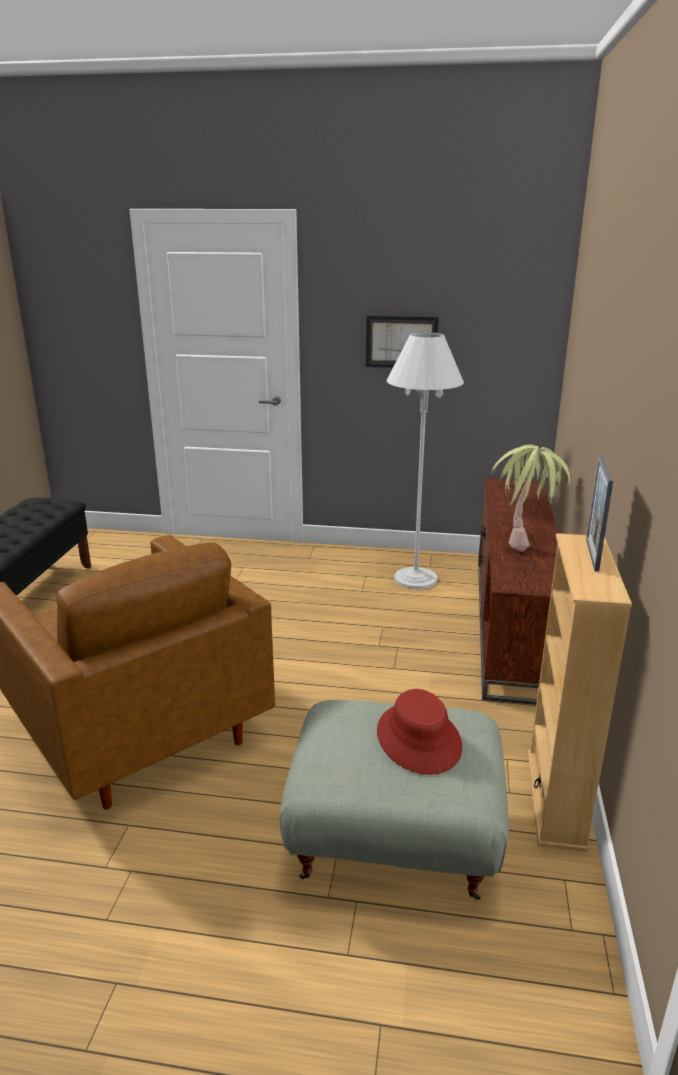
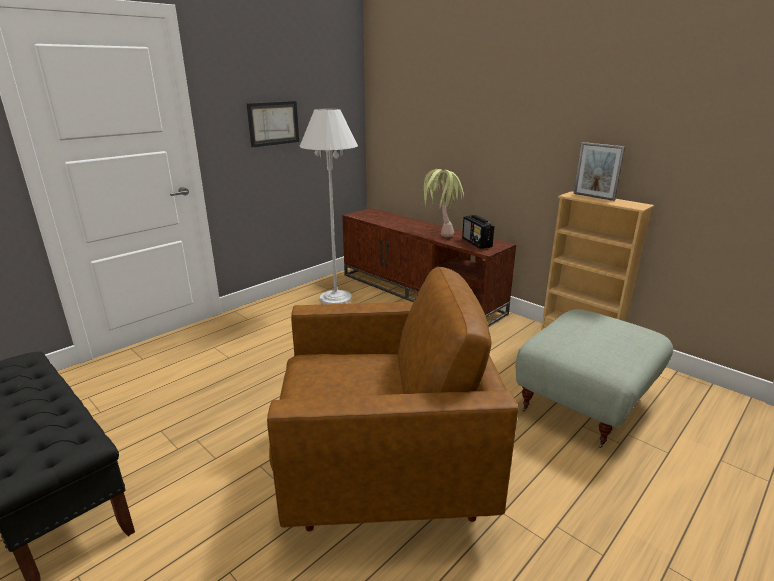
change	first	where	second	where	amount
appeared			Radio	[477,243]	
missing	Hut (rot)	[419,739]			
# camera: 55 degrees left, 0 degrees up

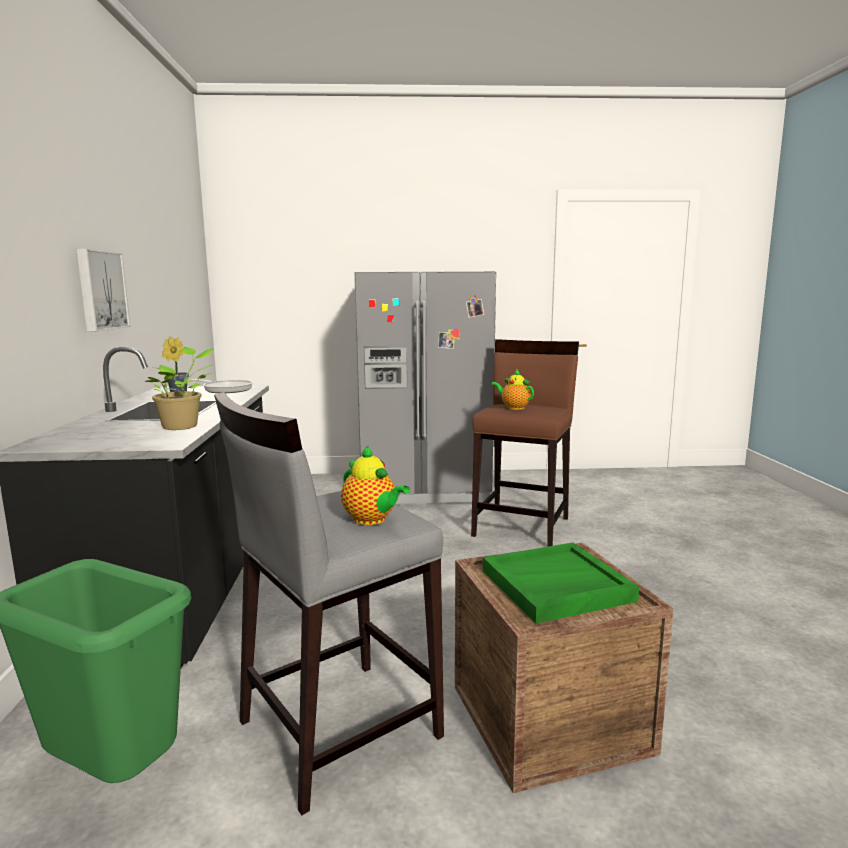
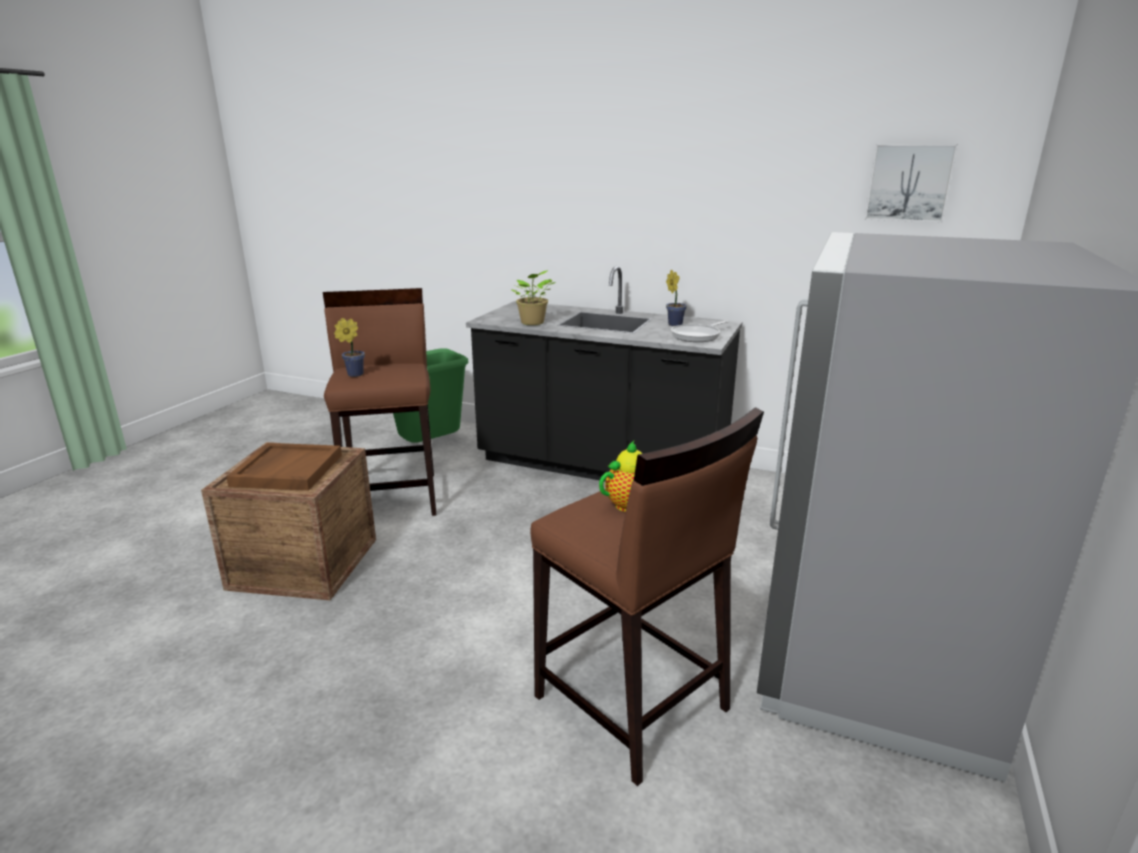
change	first	where	second	where	amount
colour	Tablett (grün)	[555,586]	Tablett (braun)	[287,470]	
colour	Hocker (grau)	[336,728]	Hocker (braun)	[393,496]	
exchanged	Teekanne	[372,520]	Topfpflanze	[353,375]	
relocated	Bild	[100,290]		[909,182]	
# camera: 115 degrees right, 10 degrees up

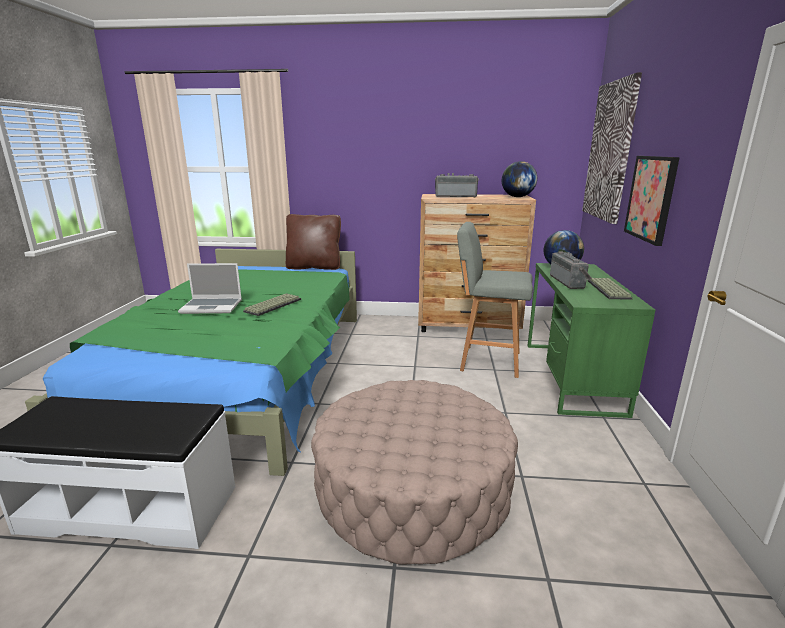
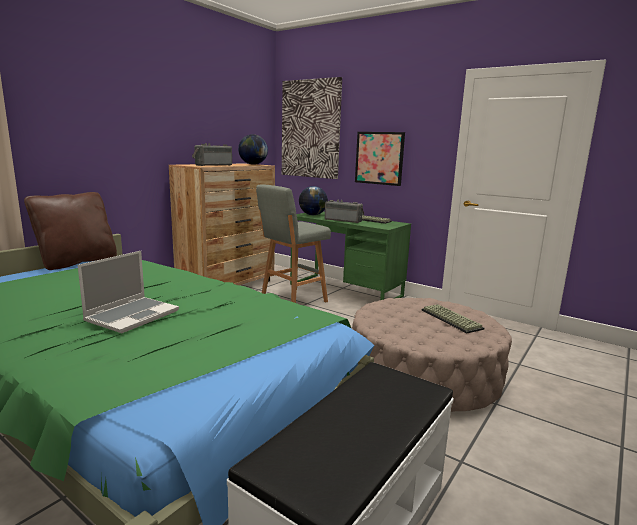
change	first	where	second	where	amount
relocated	Tastatur	[273,305]		[449,319]	
# camera: 60 degrees left, 5 degrees down

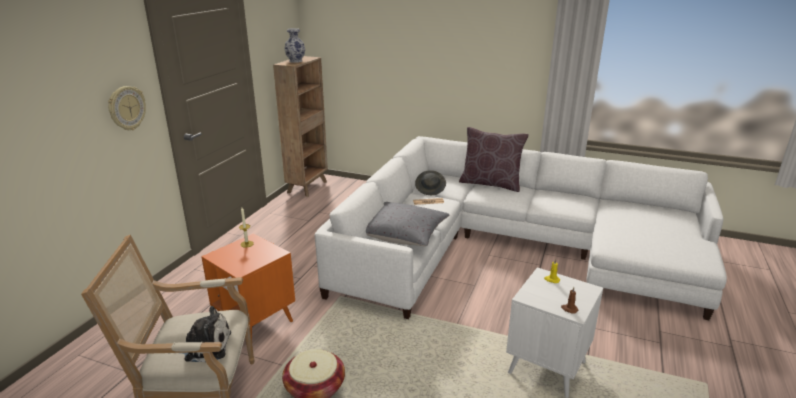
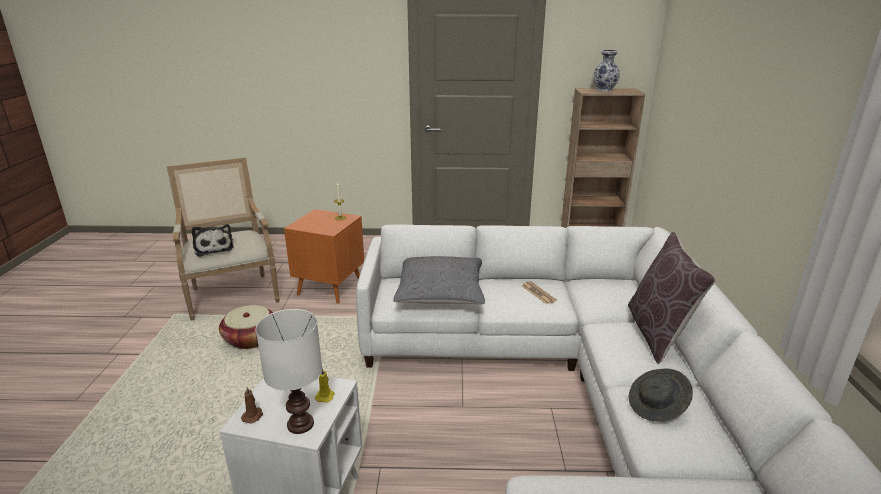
change	first	where	second	where	amount
appeared			Tischlampe (weiß)	[300,423]	
relocated	Hut (grau)	[430,189]		[657,406]	
missing	Wanduhr	[126,108]			
# camera: 70 degrees right, 0 degrees up

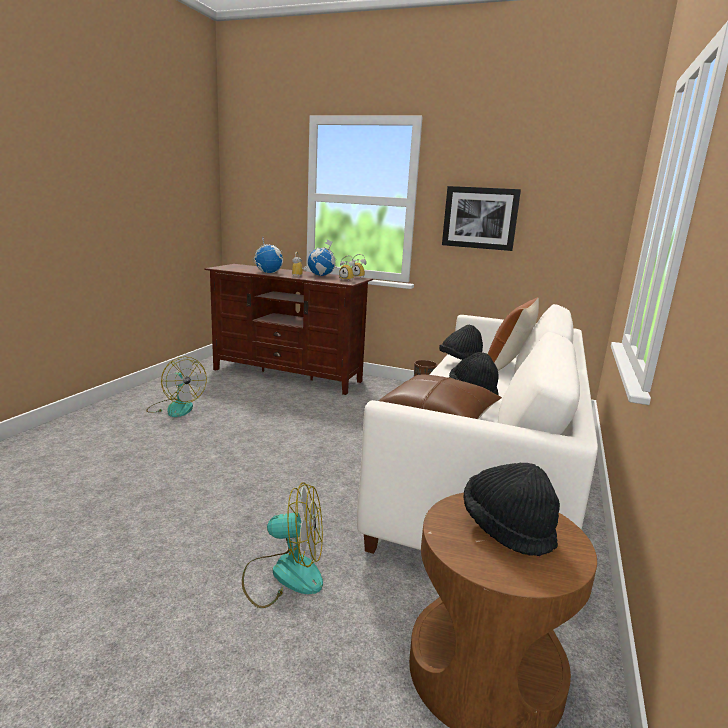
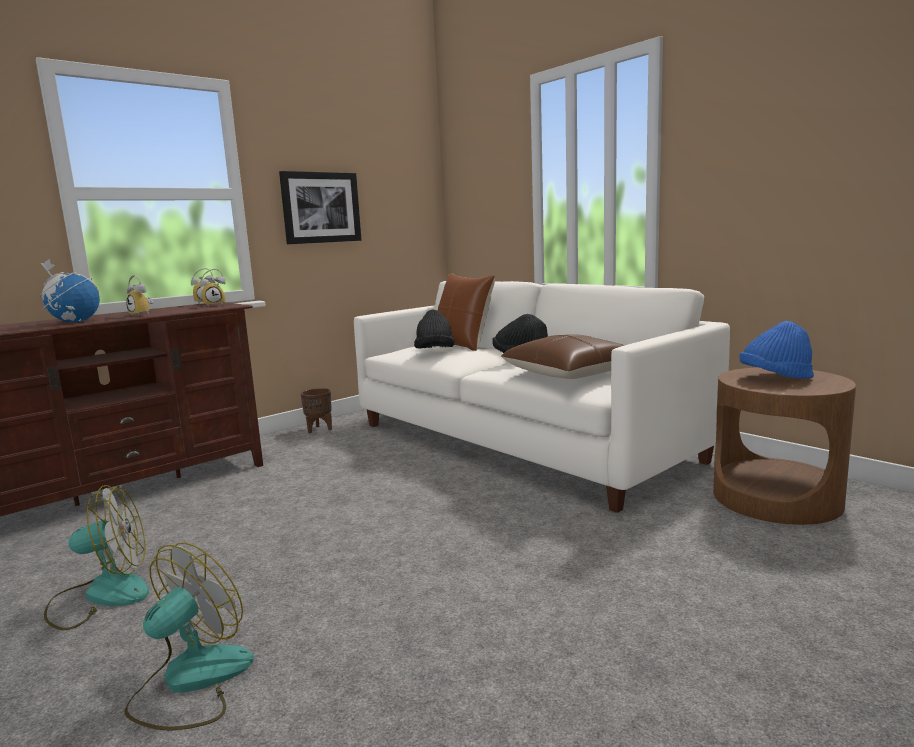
change	first	where	second	where	amount
relocated	Ventilator	[284,574]		[191,682]	
colour	Hut (schwarz)	[507,528]	Hut (blau)	[775,378]	
missing	Globus	[321,275]			
# camera: 60 degrees left, 5 degrees down

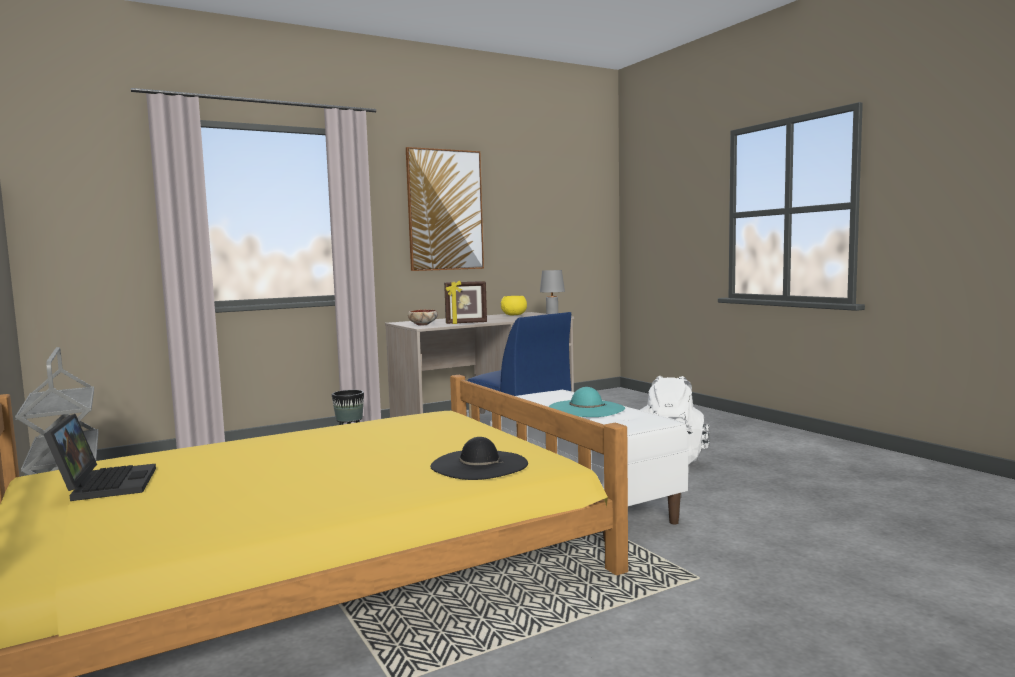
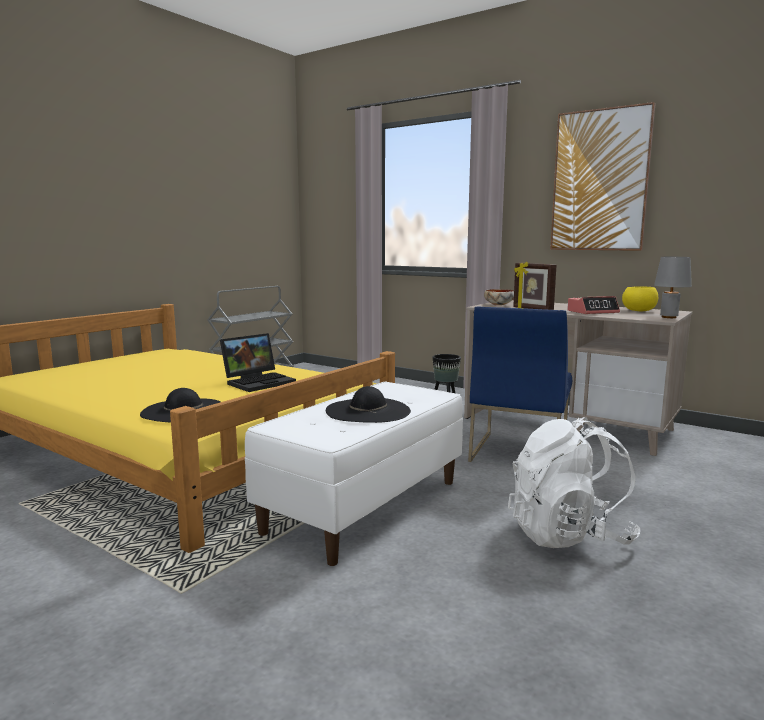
change	first	where	second	where	amount
relocated	Laptop	[105,484]		[259,382]	
colour	Hut (türkis)	[586,409]	Hut (schwarz)	[368,410]	
appeared			Wecker	[593,312]	
# camera: 65 degrees right, 5 degrees up

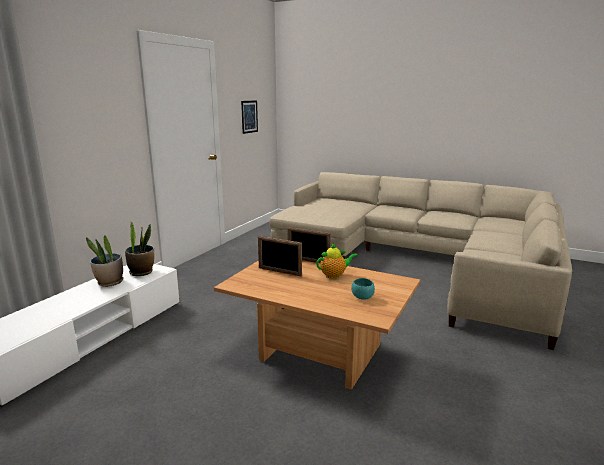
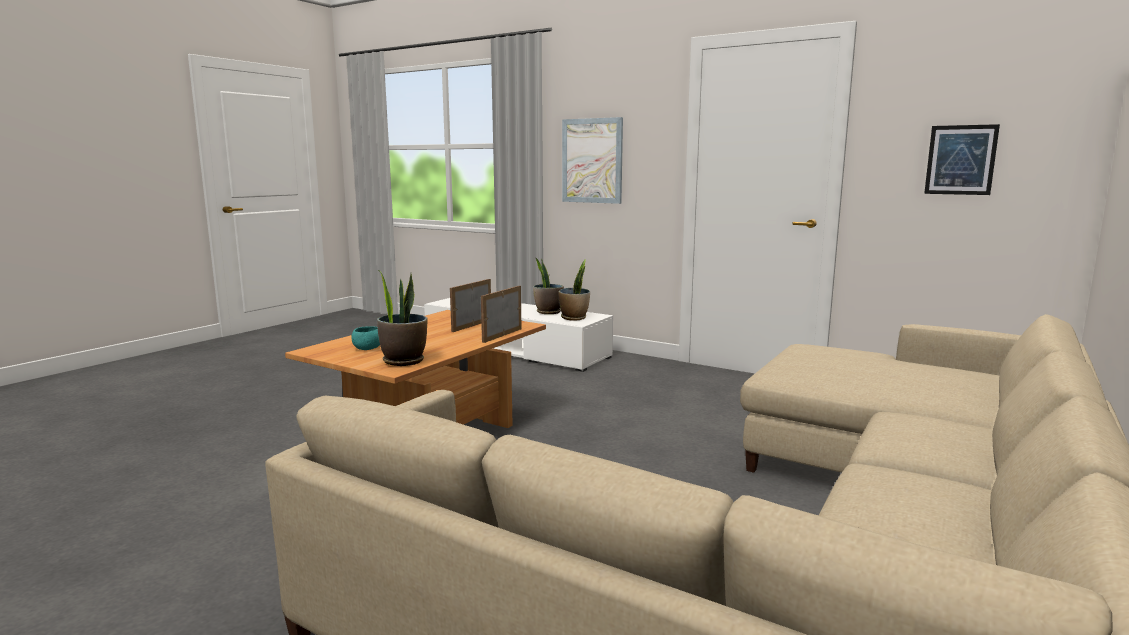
change	first	where	second	where	amount
appeared			Topfpflanze	[404,361]	
appeared			Bild	[592,161]	
missing	Teekanne	[334,275]			
# camera: 95 degrees right, 5 degrees down

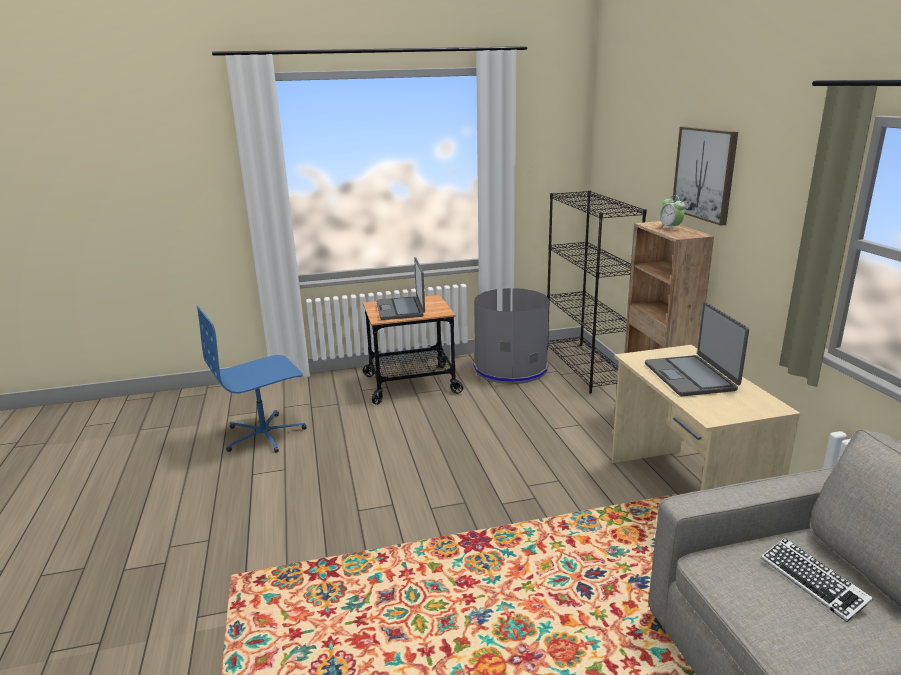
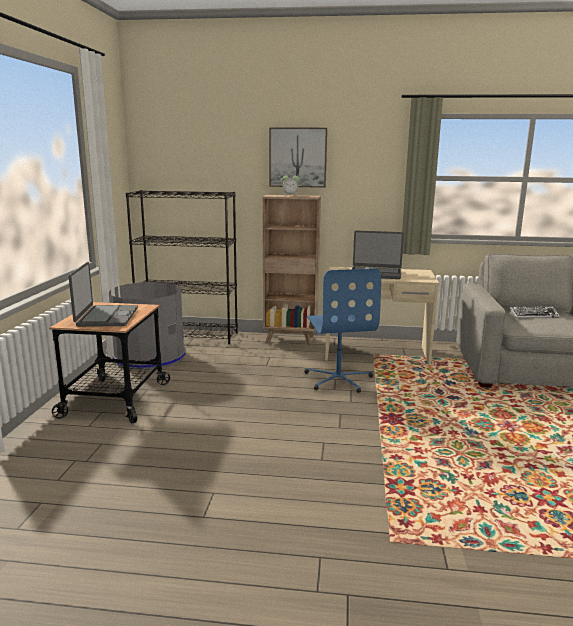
change	first	where	second	where	amount
spun	Laptop	[401,309]		[106,317]	105 degrees counterclockwise
relocated	Bürostuhl (blau)	[264,435]		[338,379]	
# camera: 70 degrees left, 5 degrees down

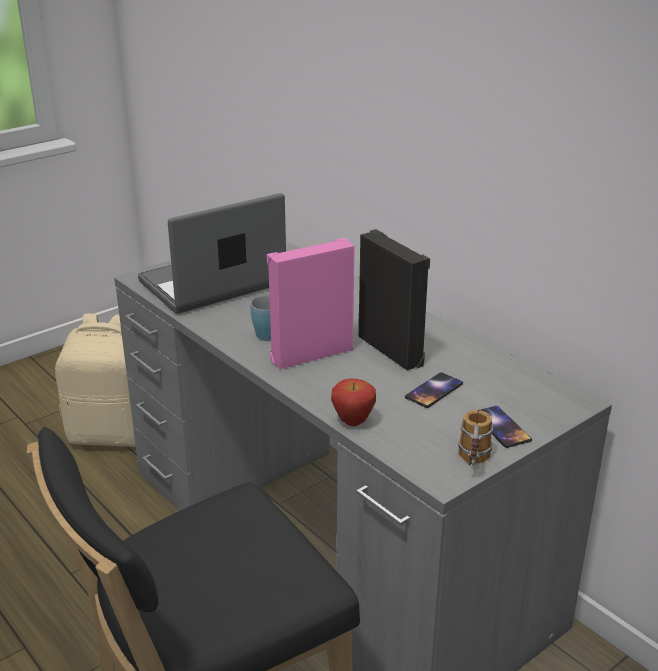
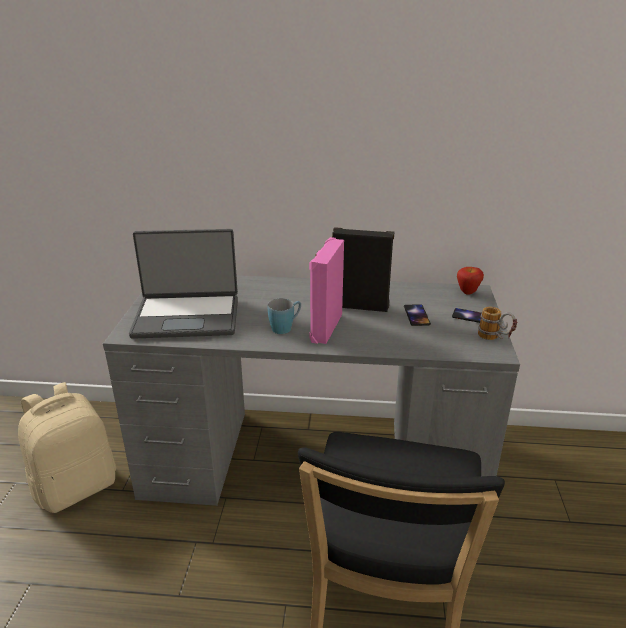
change	first	where	second	where	amount
spun	Laptop	[213,284]		[187,316]	105 degrees counterclockwise
relocated	Apfel	[353,422]		[467,292]	
# camera: 45 degrees left, 0 degrees up

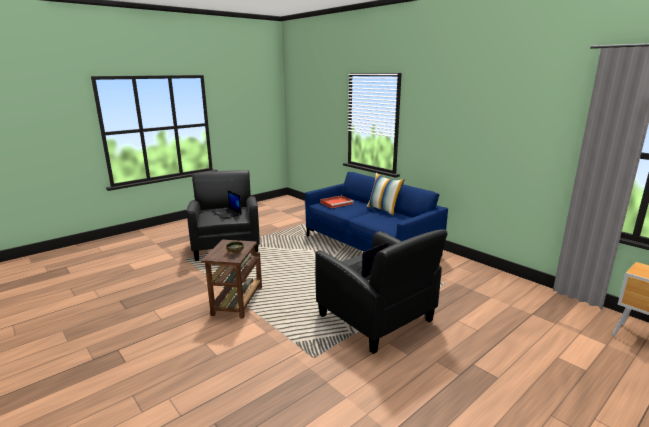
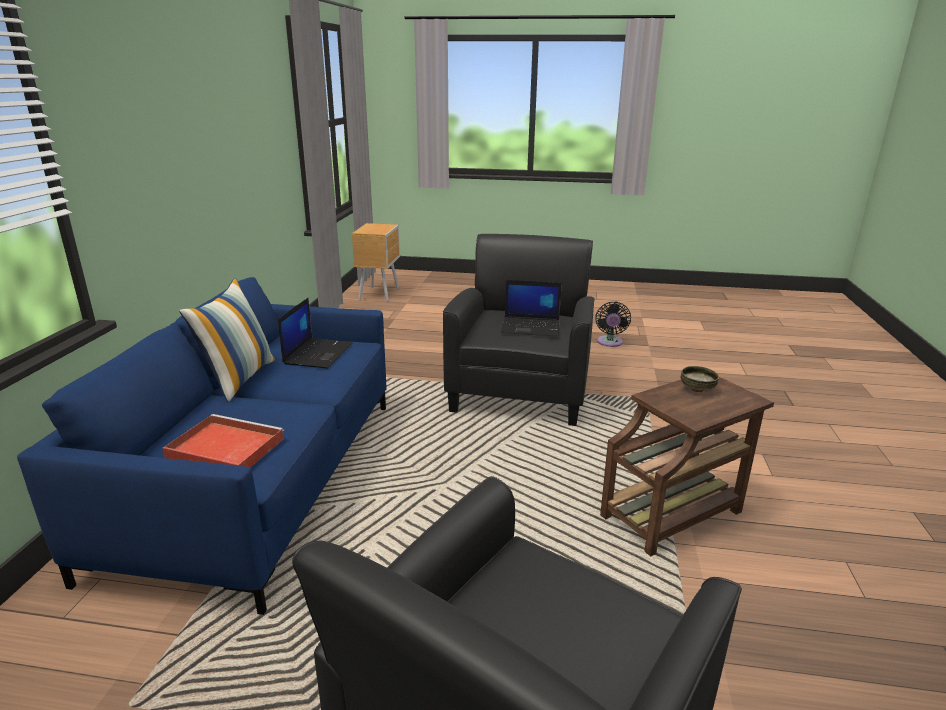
change	first	where	second	where	amount
relocated	Laptop	[227,213]		[318,353]	
appeared			Ventilator (schwarz)	[609,343]	
# camera: 130 degrees left, 5 degrees up

